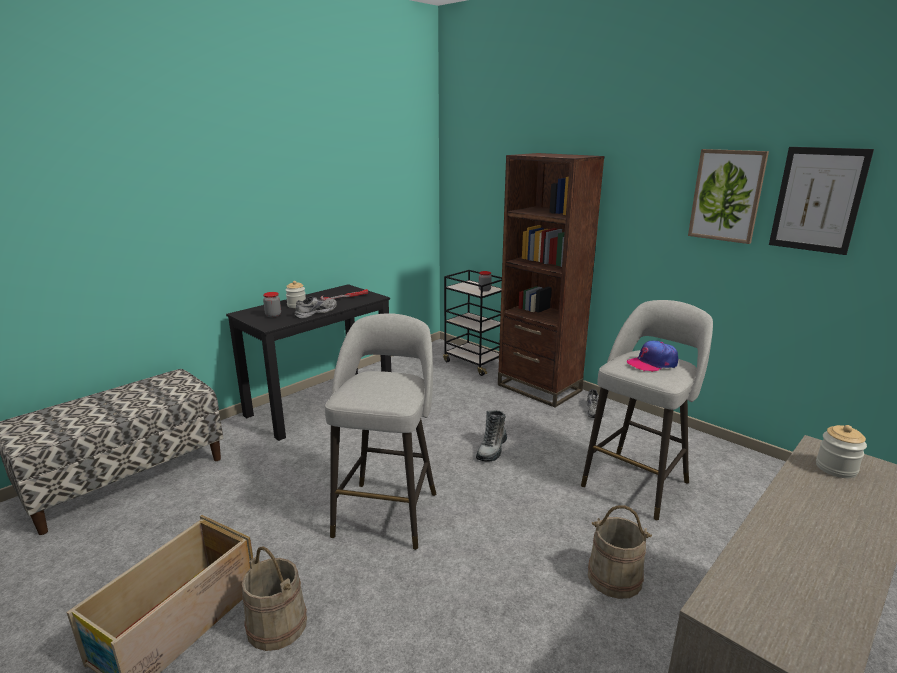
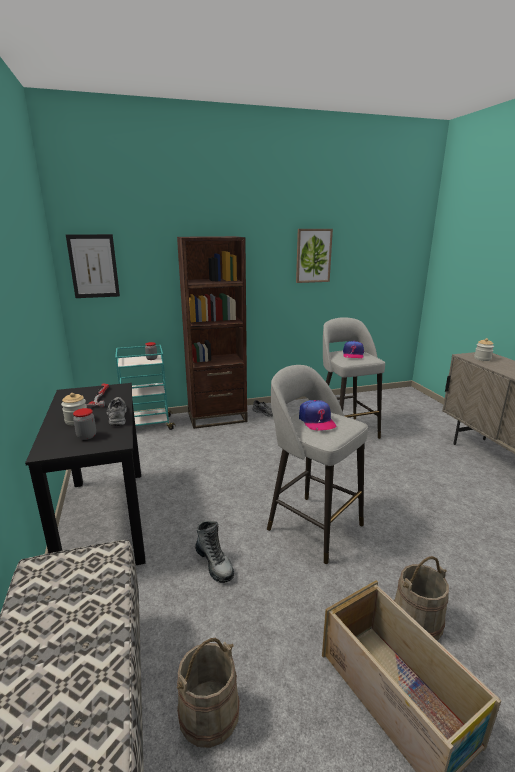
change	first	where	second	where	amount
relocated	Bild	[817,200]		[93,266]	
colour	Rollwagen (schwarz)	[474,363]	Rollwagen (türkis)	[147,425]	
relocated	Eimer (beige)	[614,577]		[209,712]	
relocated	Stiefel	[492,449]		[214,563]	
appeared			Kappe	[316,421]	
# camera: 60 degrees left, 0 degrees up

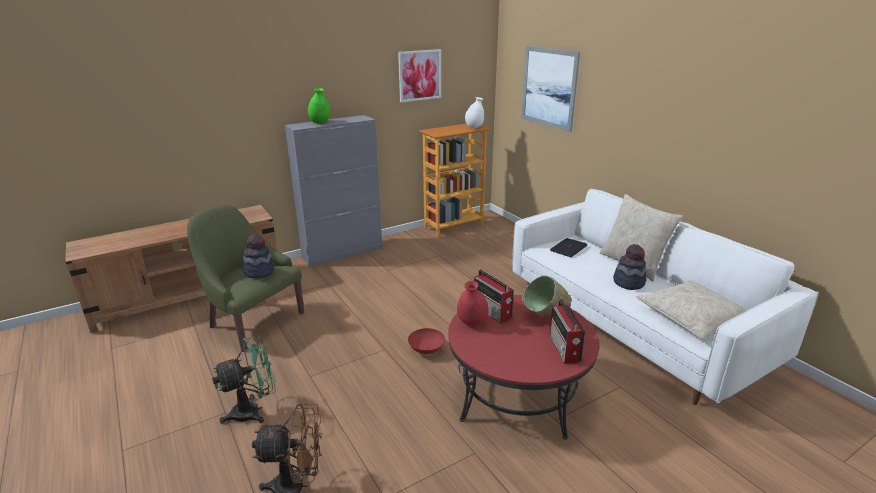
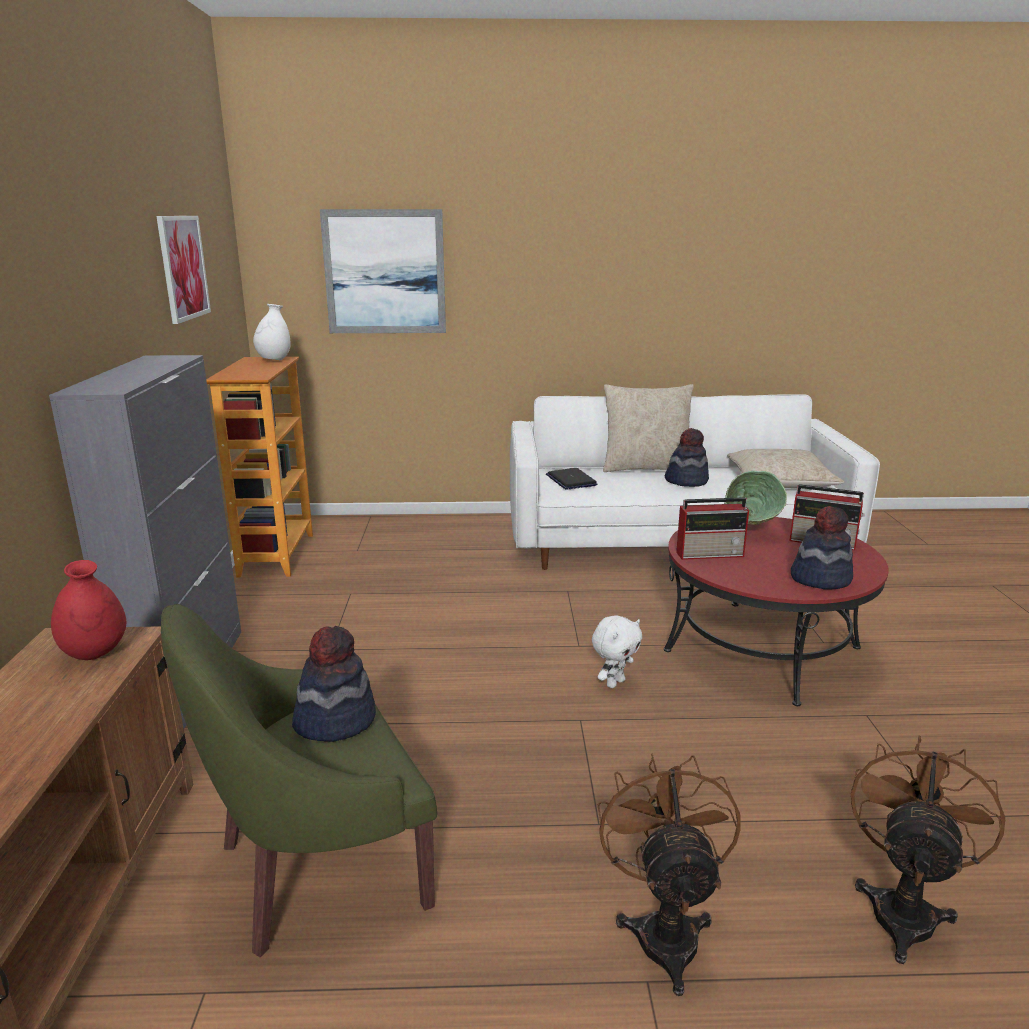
change	first	where	second	where	amount
relocated	Vase (rot)	[472,322]		[95,653]	
exchanged	Schüssel (rot)	[427,350]	Plüschtier (weiß)	[614,683]	
colour	Ventilator (grün)	[253,410]	Ventilator (braun)	[664,929]	
appeared			Hut	[820,578]	
missing	Vase (grün)	[320,123]			
# camera: 60 degrees left, 5 degrees down

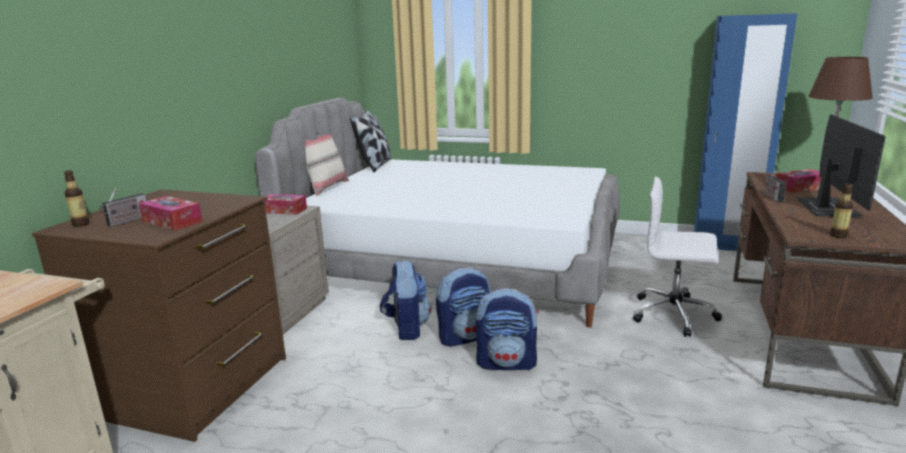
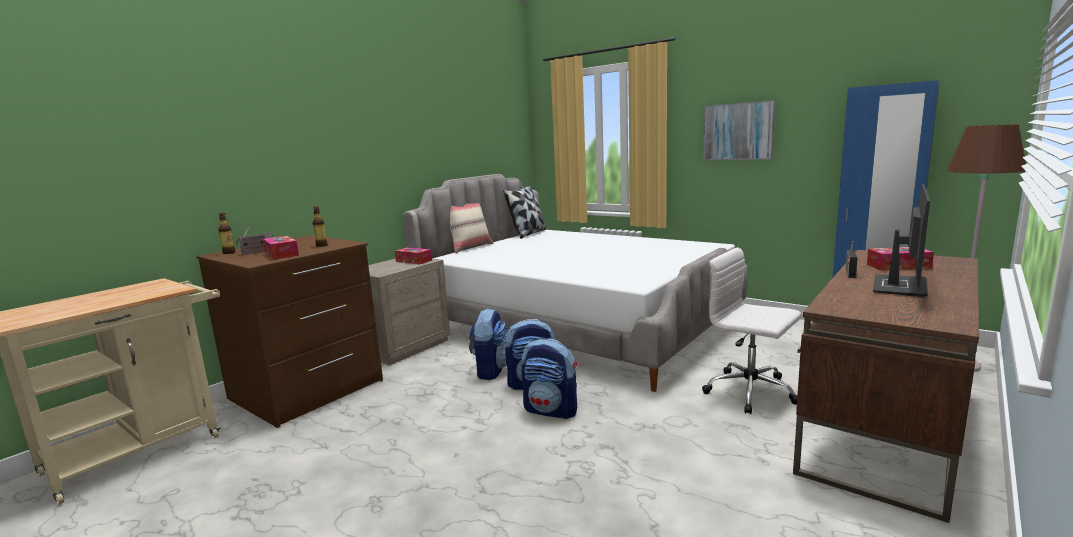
change	first	where	second	where	amount
relocated	Flasche	[838,235]		[321,245]	
appeared			Bild	[738,131]	
# camera: 20 degrees right, 5 degrees down

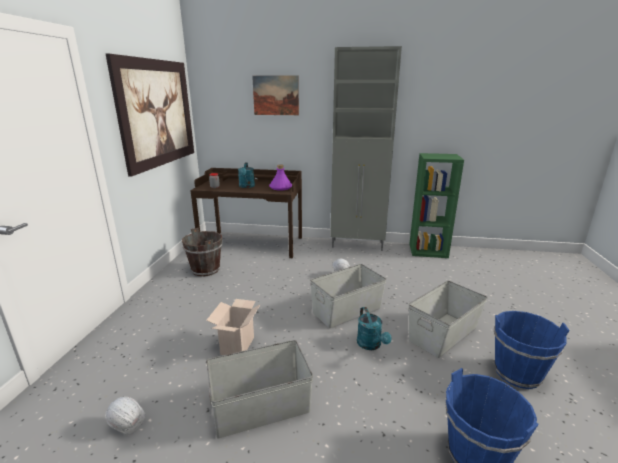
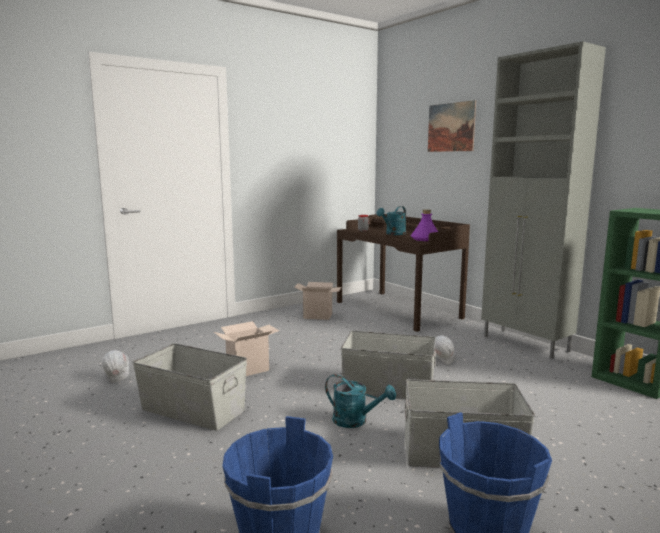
change	first	where	second	where	amount
exchanged	Eimer (braun)	[206,270]	Karton	[318,316]	
spun	Gießkanne (türkis)	[371,345]		[356,421]	90 degrees counterclockwise
missing	Bild	[157,113]			
# camera: 45 degrees right, 10 degrees down

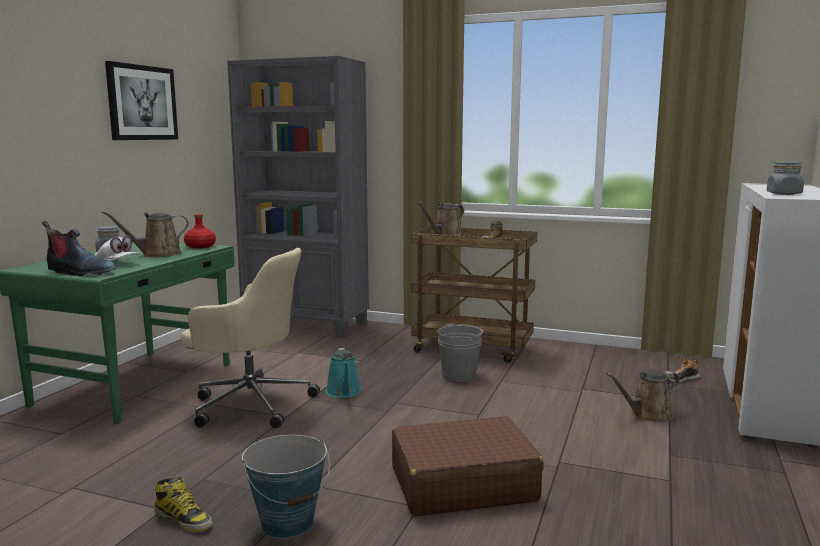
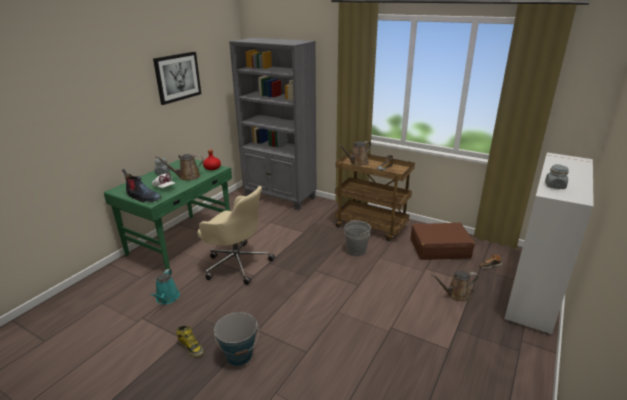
change	first	where	second	where	amount
relocated	Gießkanne (türkis)	[344,392]		[167,298]	
relocated	Koffer (braun)	[462,484]		[439,248]	
# camera: 10 degrees right, 15 degrees up

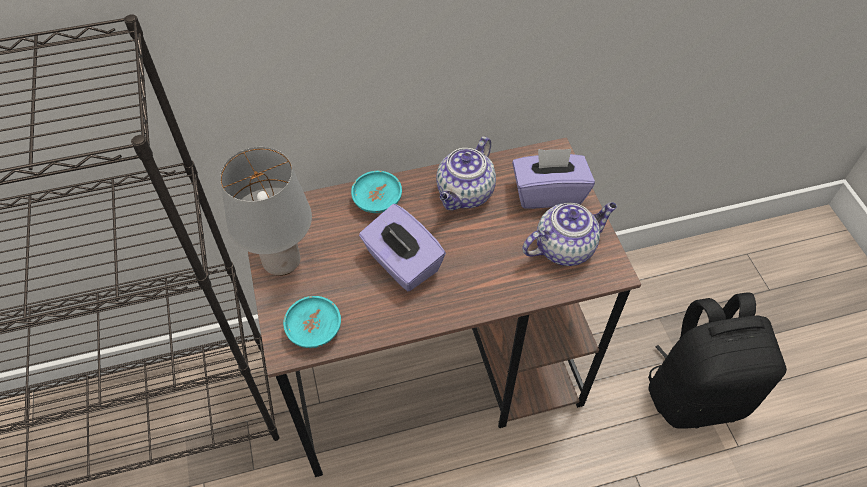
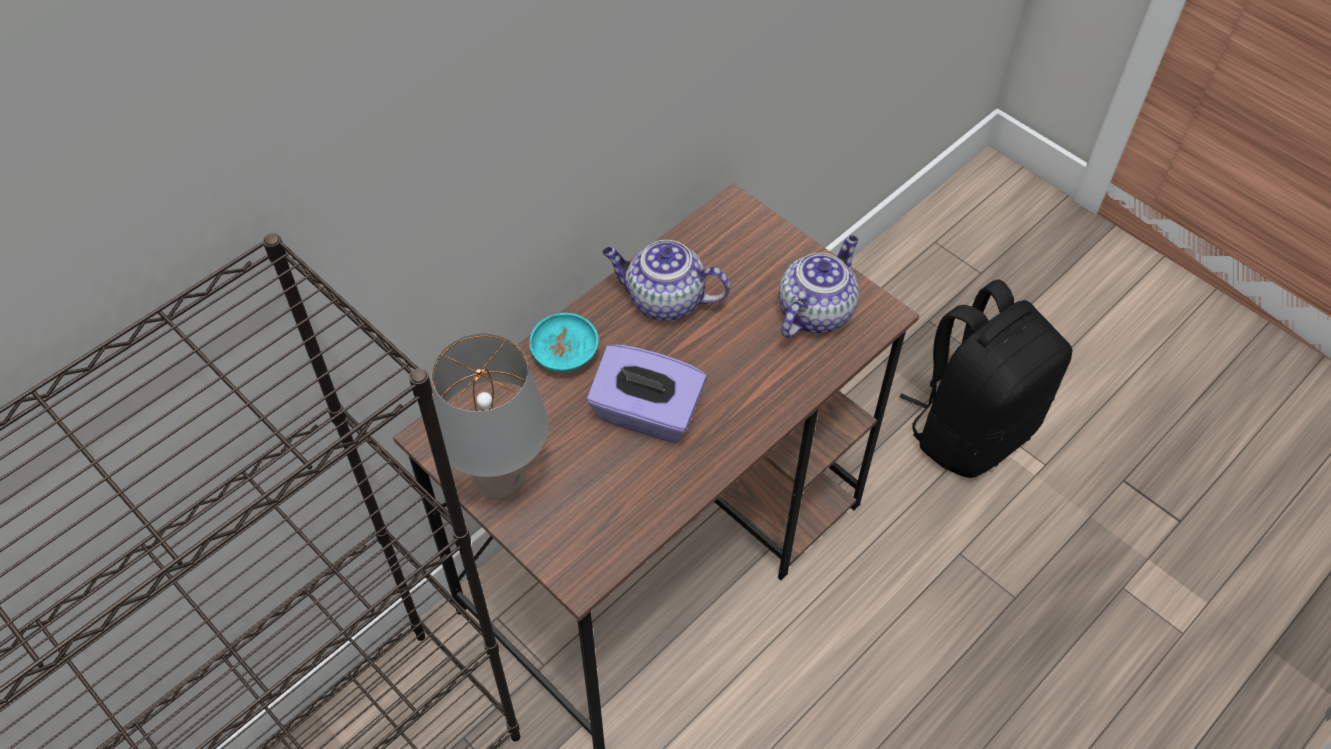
change	first	where	second	where	amount
spun	Teekanne	[465,194]		[663,300]	105 degrees clockwise
missing	Schüssel (türkis)	[314,330]			
missing	Taschentuchbox (lila)	[548,193]			
# camera: 30 degrees left, 0 degrees up

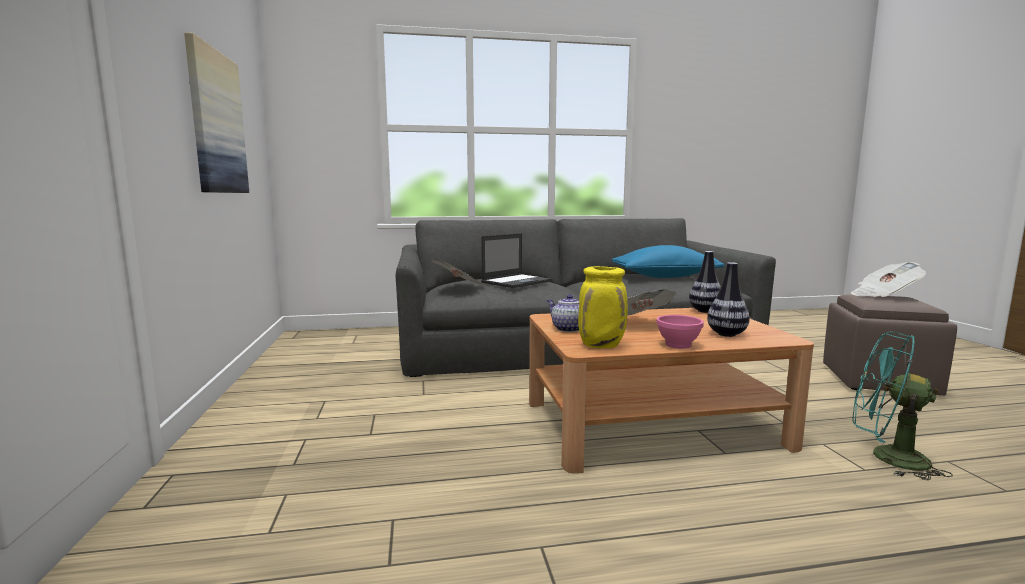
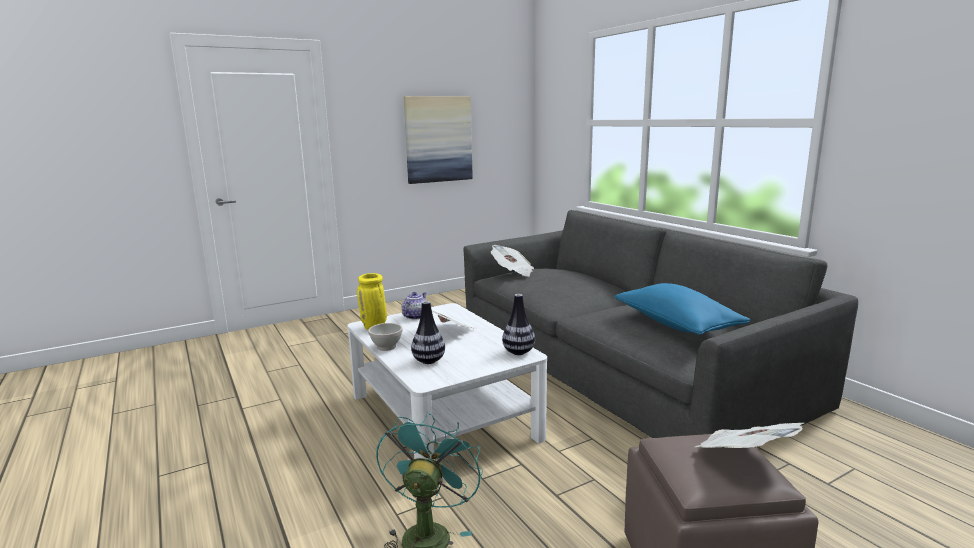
change	first	where	second	where	amount
colour	Couchtisch (braun)	[652,423]	Couchtisch (weiß)	[443,415]	
colour	Schüssel (rosa)	[678,345]	Schüssel (weiß)	[387,347]	
missing	Laptop	[517,281]			
# camera: 70 degrees right, 5 degrees up

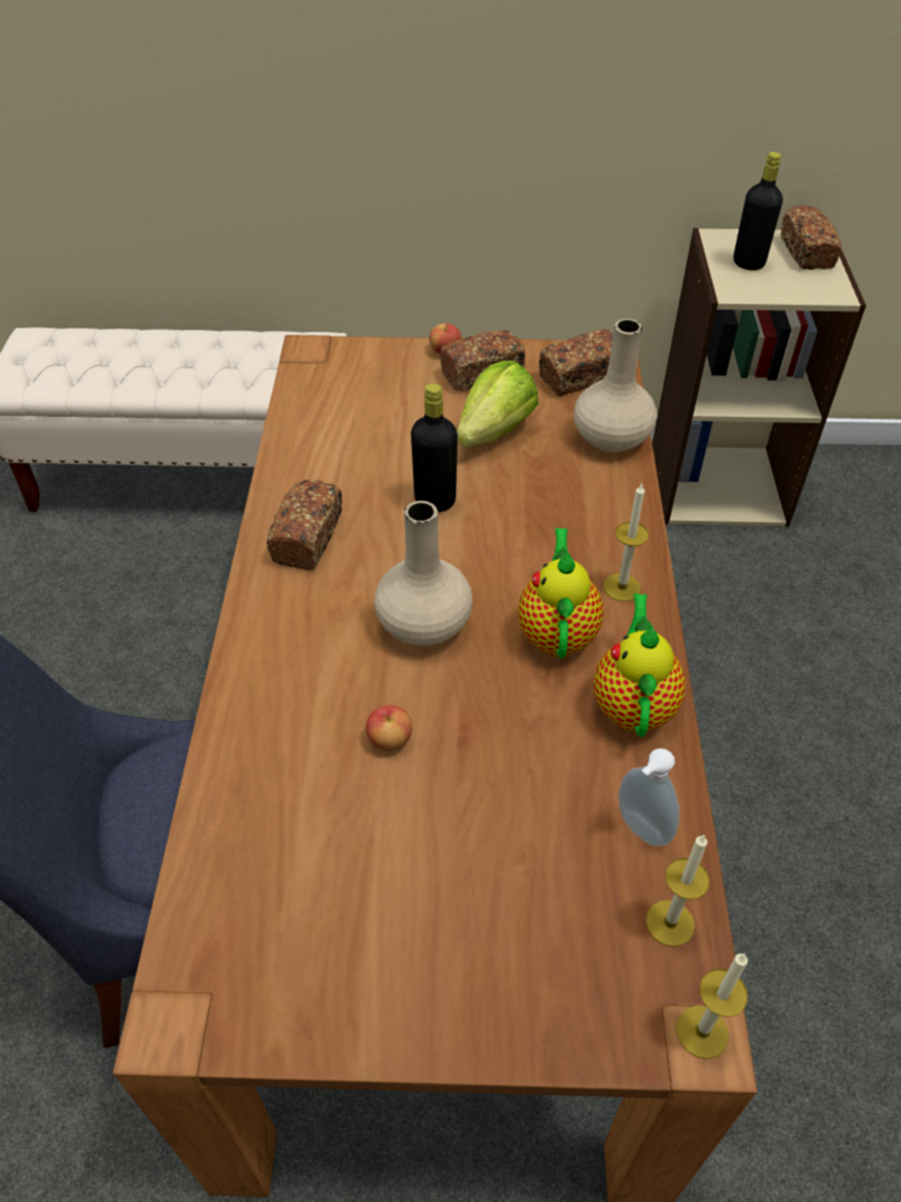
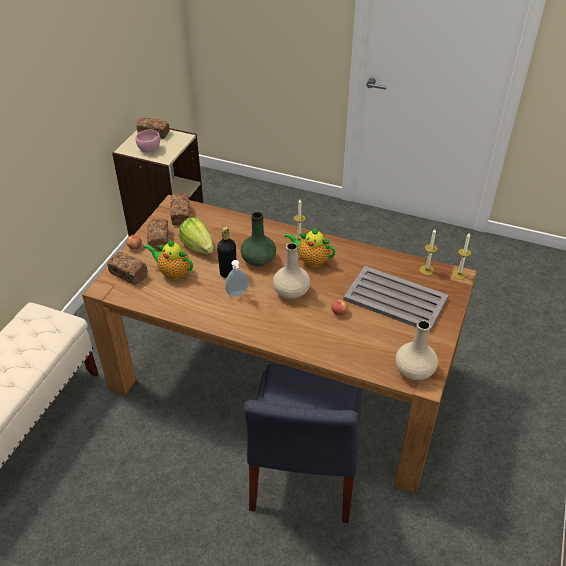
change	first	where	second	where	amount
relocated	Brot	[307,537]		[128,274]	
exchanged	Flasche (schwarz)	[748,263]	Schüssel (rosa)	[148,149]	
relocated	Teekanne	[633,703]		[173,272]	
relocated	Seifenspender	[639,830]		[237,294]	
appeared			Vase (grün)	[258,260]	
appeared			Tablett (grau)	[396,299]	
relocated	Vase (beige)	[610,438]		[414,371]	
# camera: 70 degrees left, 5 degrees down

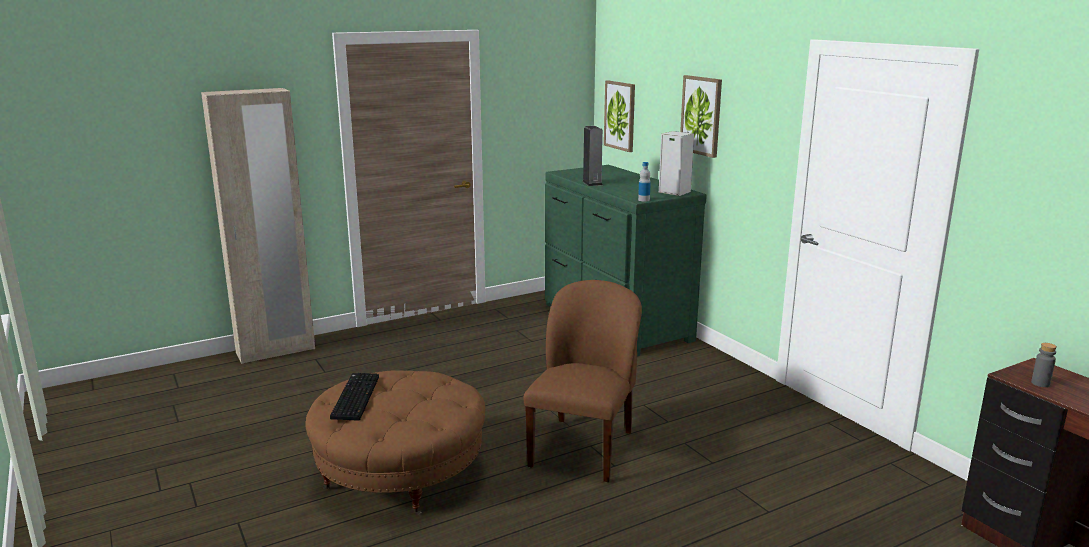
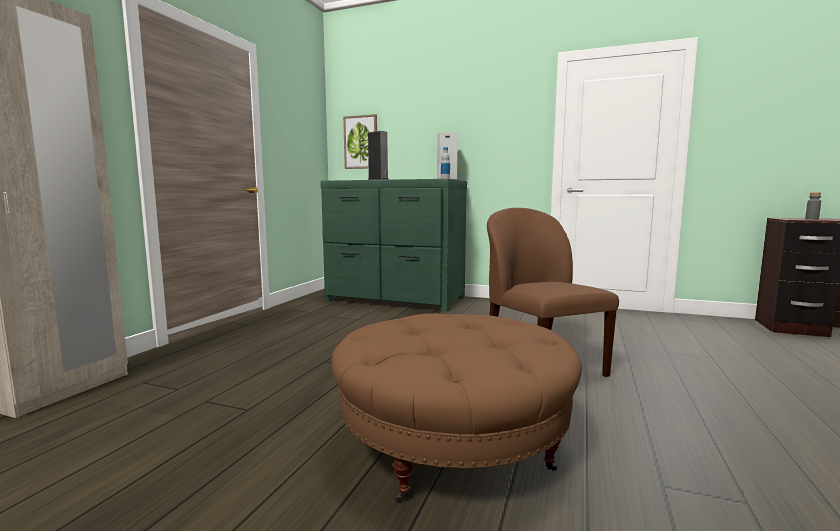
change	first	where	second	where	amount
missing	Tastatur	[354,397]			
missing	Bild	[701,115]			
# camera: 40 degrees left, 10 degrees down

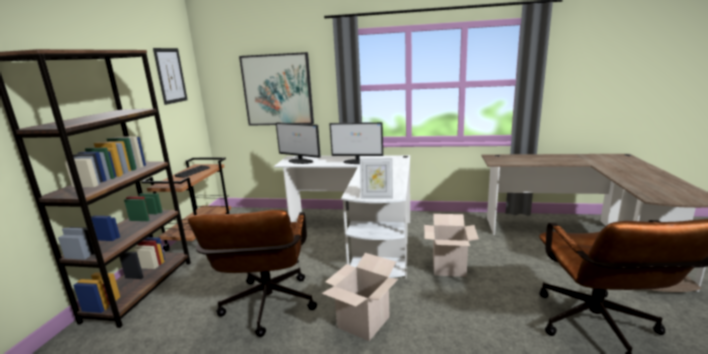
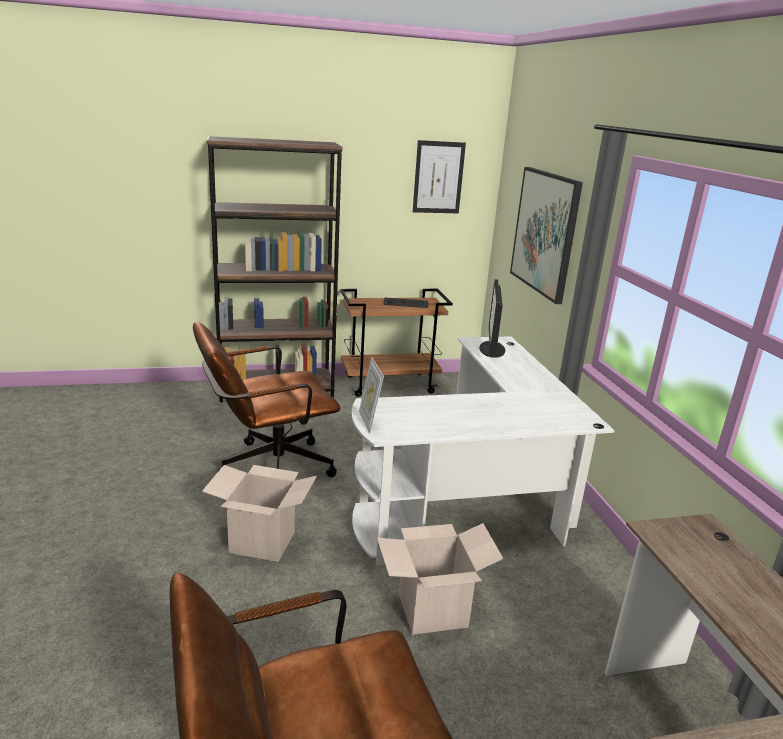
change	first	where	second	where	amount
missing	Monitor	[358,161]			
# camera: 65 degrees right, 5 degrees up

